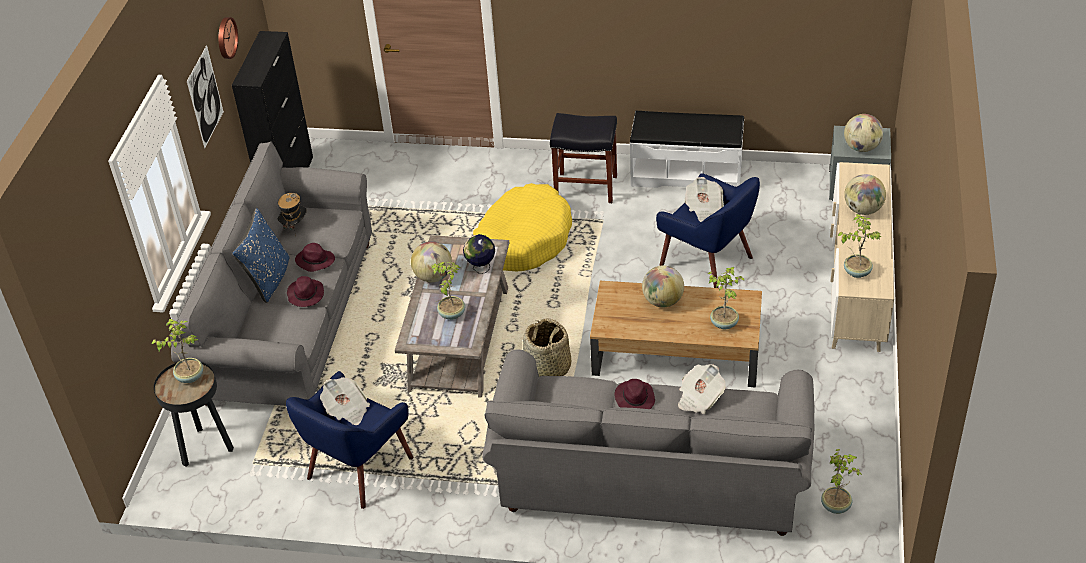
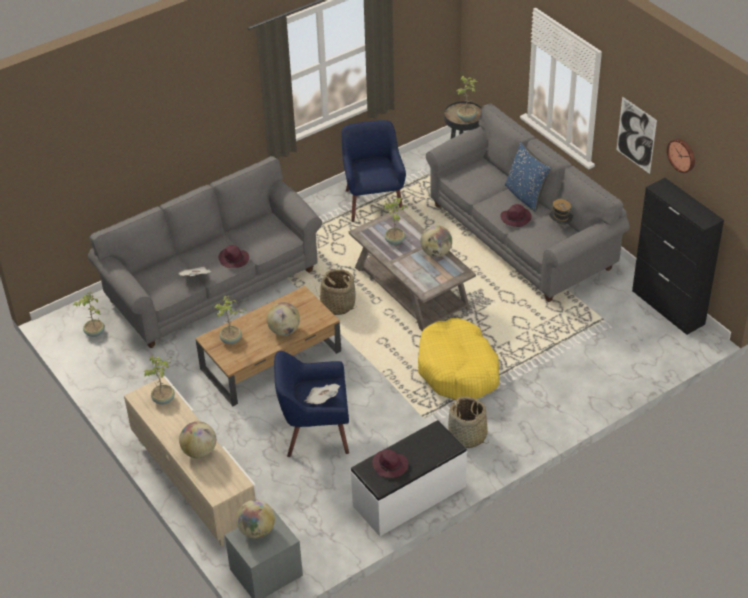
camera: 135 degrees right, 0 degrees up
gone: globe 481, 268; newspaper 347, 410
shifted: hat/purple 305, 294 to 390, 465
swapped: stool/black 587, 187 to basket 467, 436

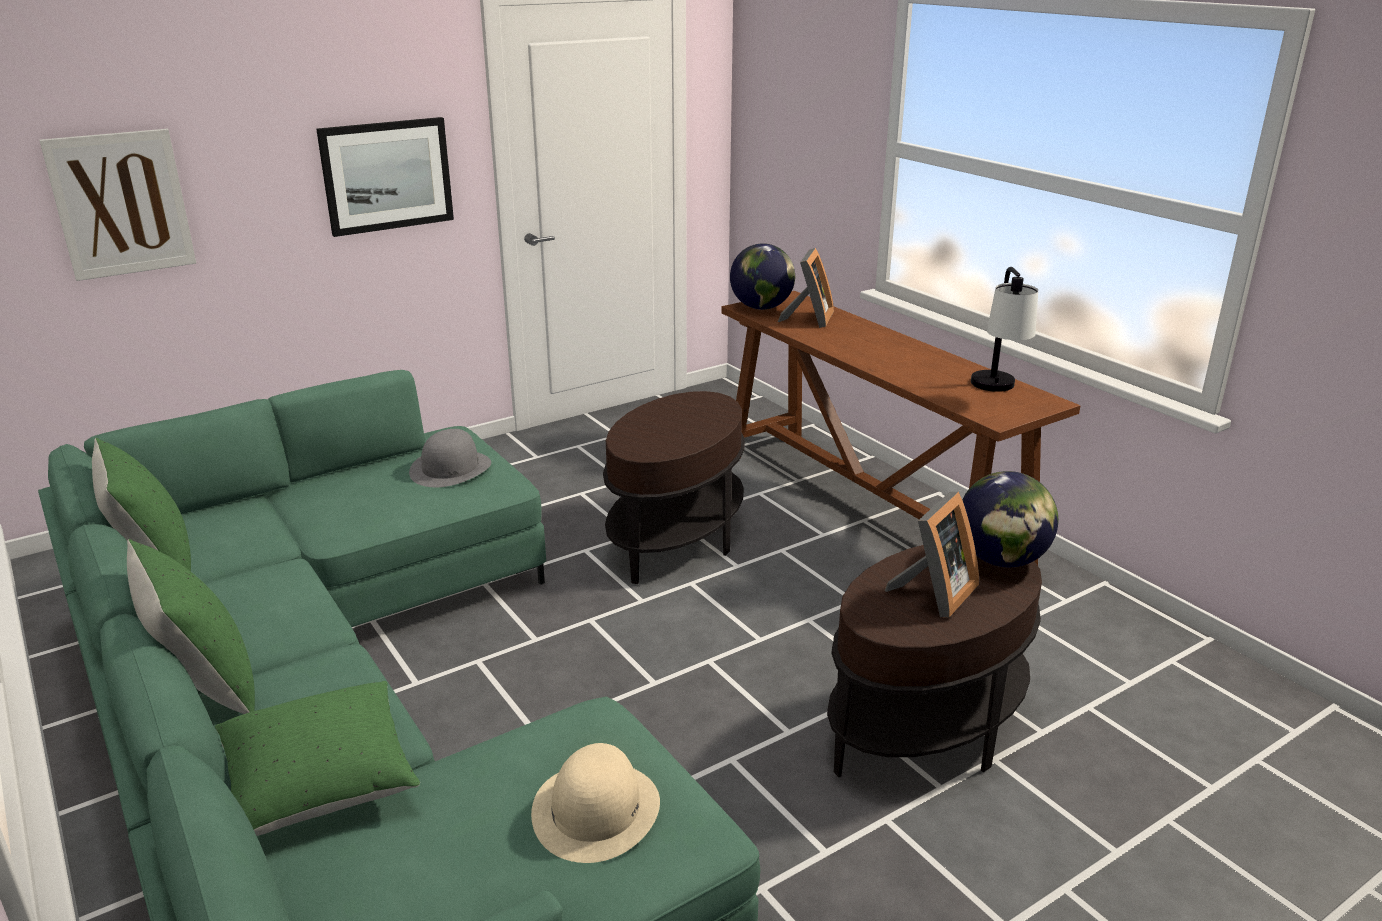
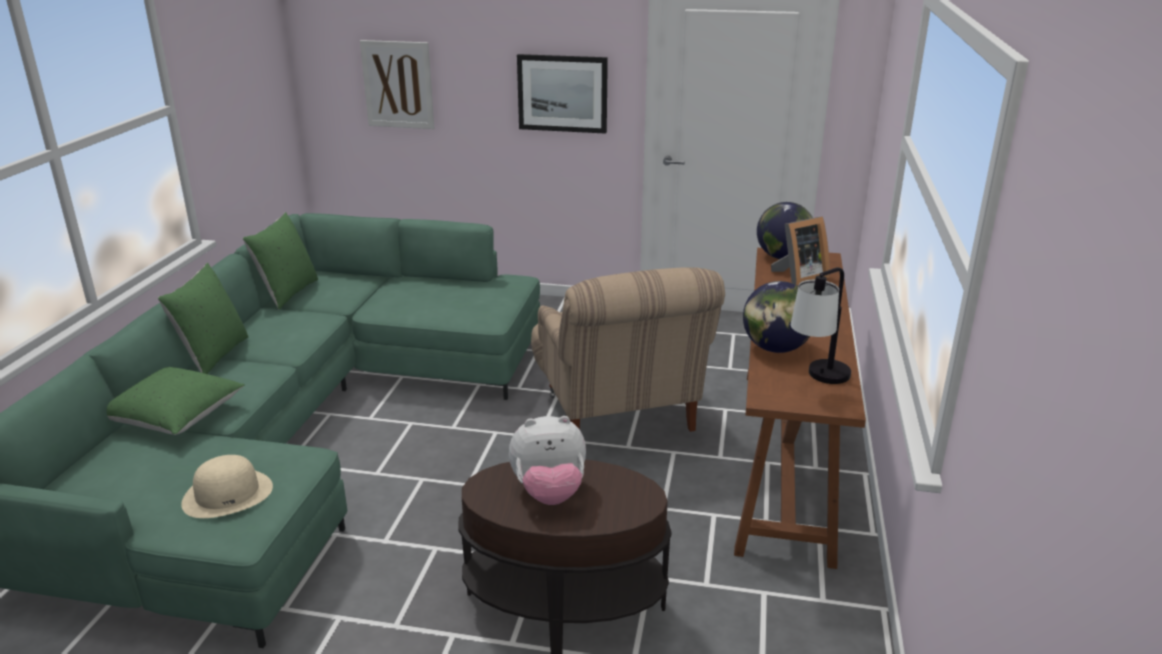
camera: 45 degrees right, 0 degrees up
gone: hat/grey 450, 468
shifted: globe 1001, 560 to 775, 348
swapped: side table/brown 677, 540 to armchair/beige 619, 412; picture frame 934, 594 to plush toy 549, 493

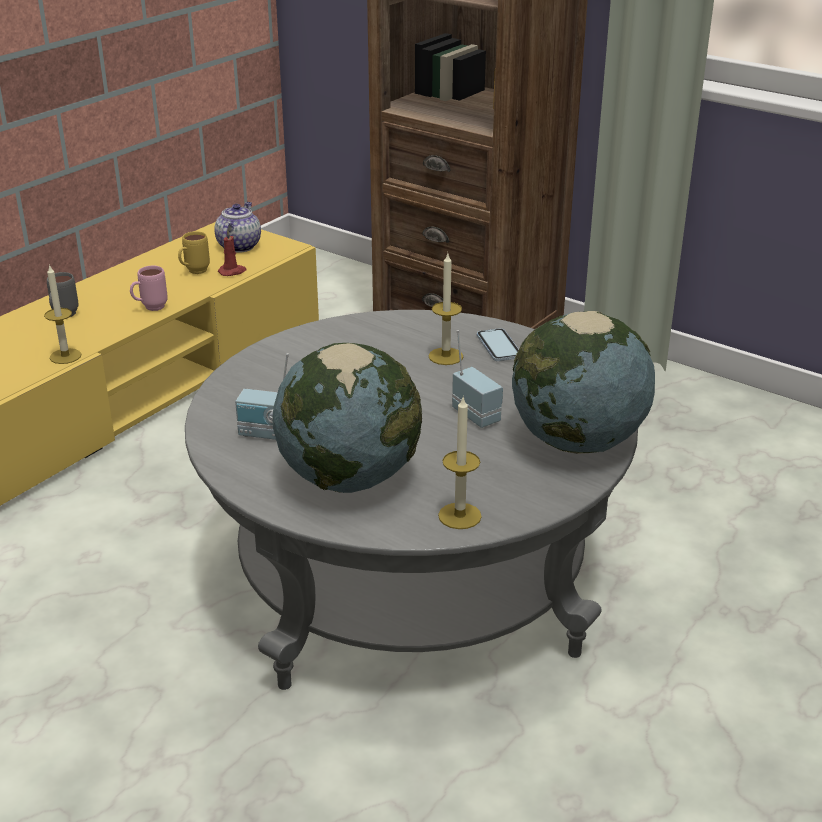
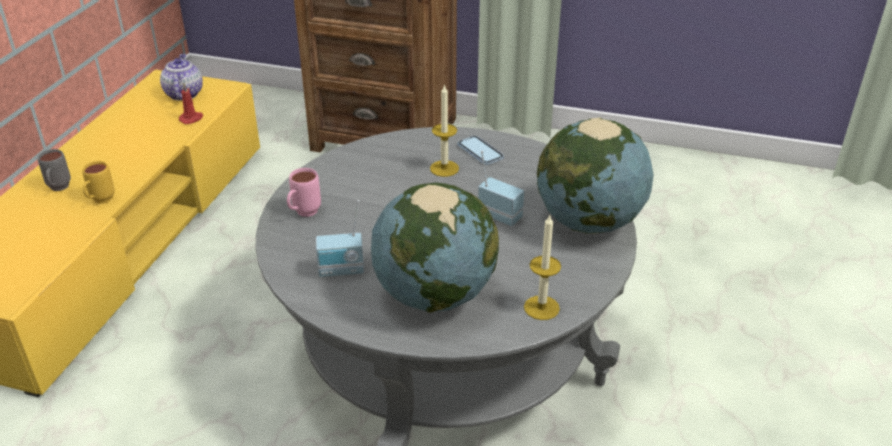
camera: 20 degrees left, 5 degrees up
gone: candle 65, 356
shifted: mug/yellow 194, 272 to 100, 201; mug/pink 150, 308 to 303, 214

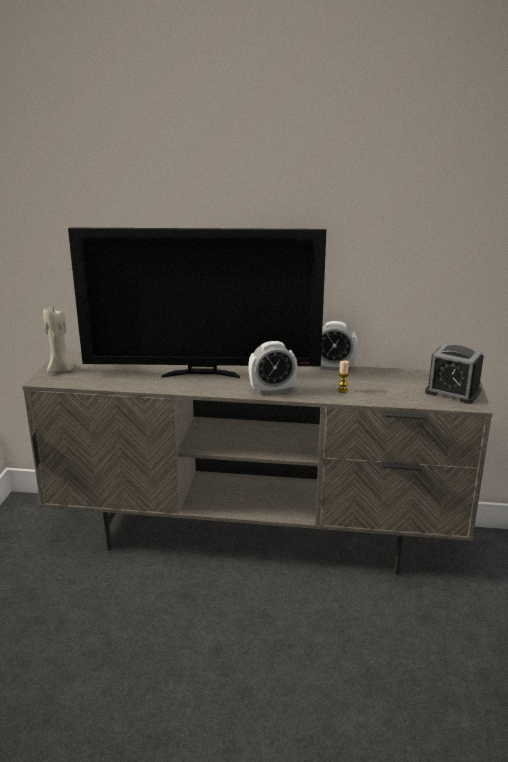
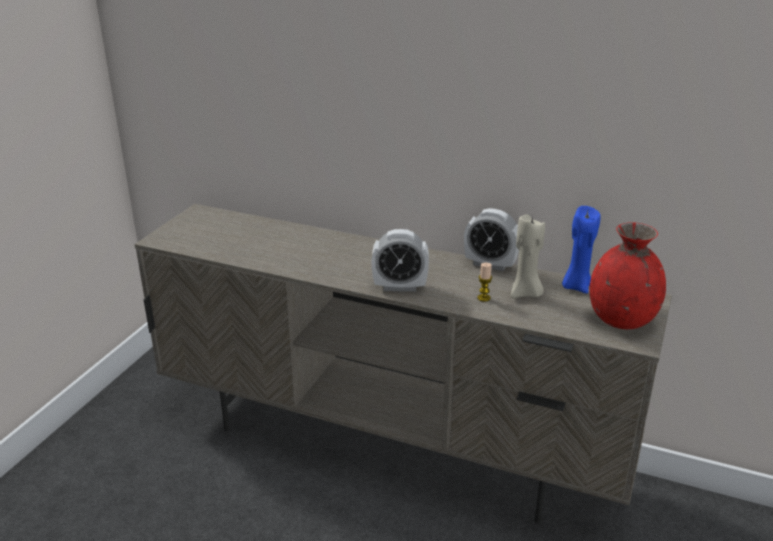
camera: 15 degrees right, 5 degrees up
gone: television 202, 374
new: candle/blue 576, 286
shifted: candle/beige 61, 370 to 525, 293
swapped: alarm clock 452, 392 to vase/red 622, 320

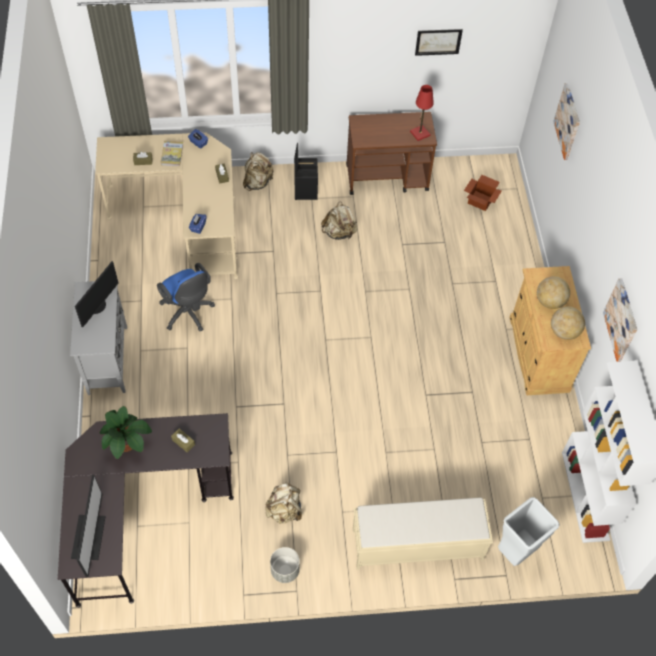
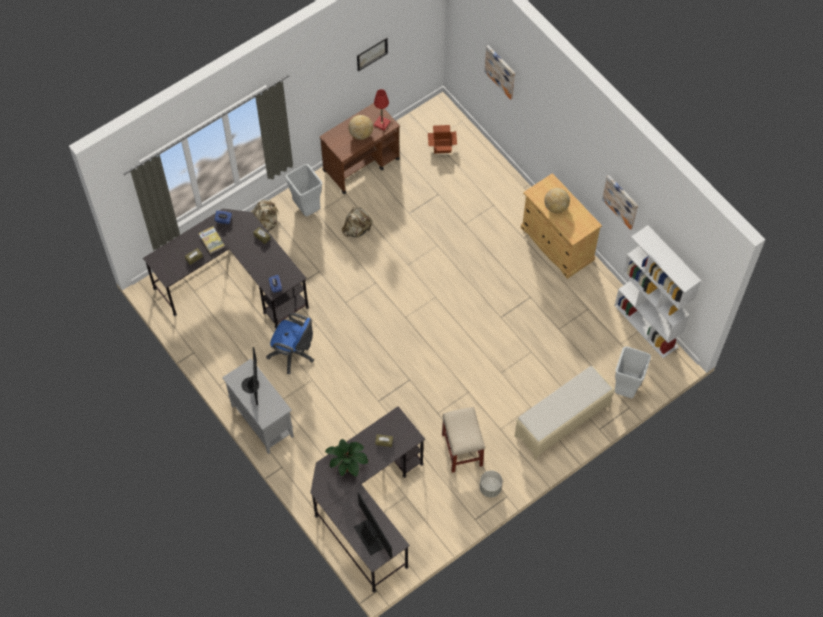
camera: 30 degrees left, 5 degrees up
shifted: globe 564, 332 to 361, 134
swapped: storage box/black 305, 189 to trash can/grey 306, 208; backpack/beige 284, 510 to stool/beige 462, 450
repainted: desk/beige 185, 218 to desk/black 234, 282

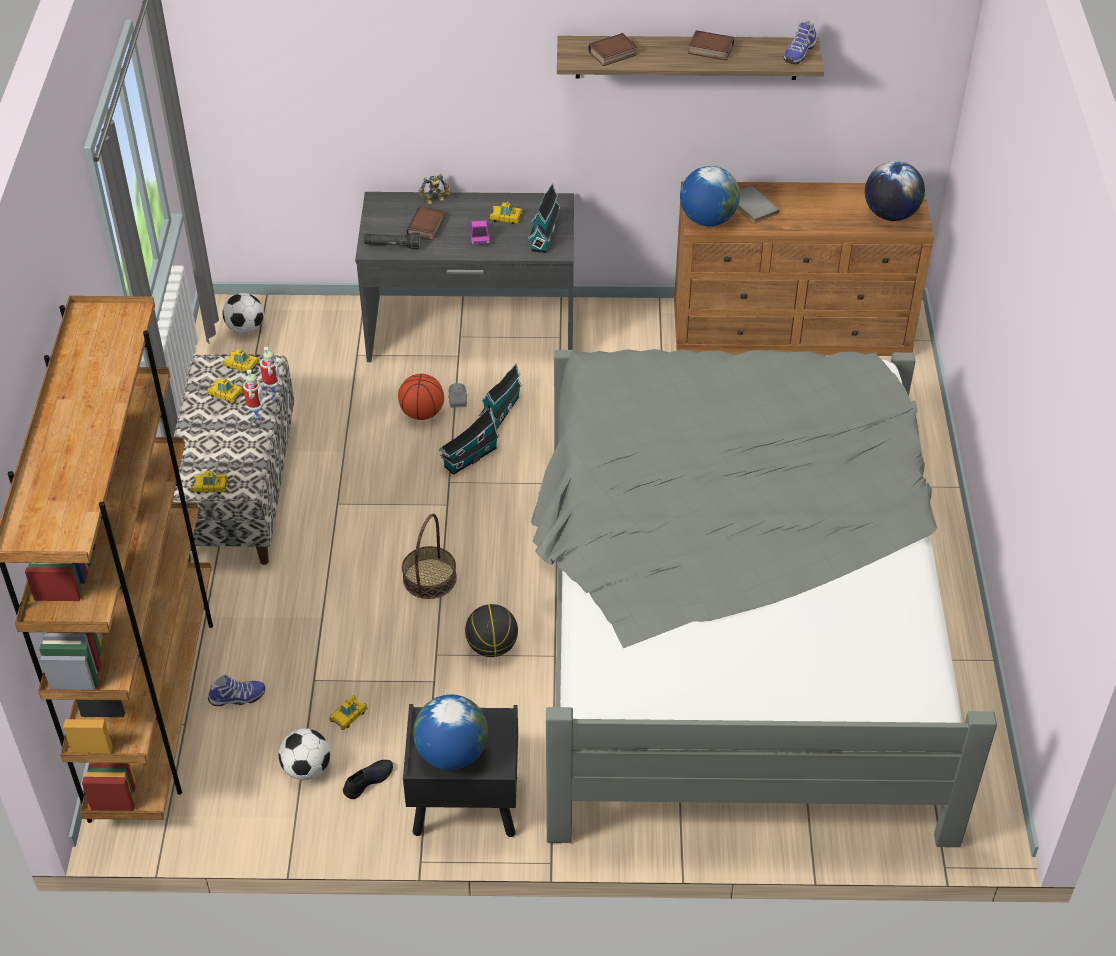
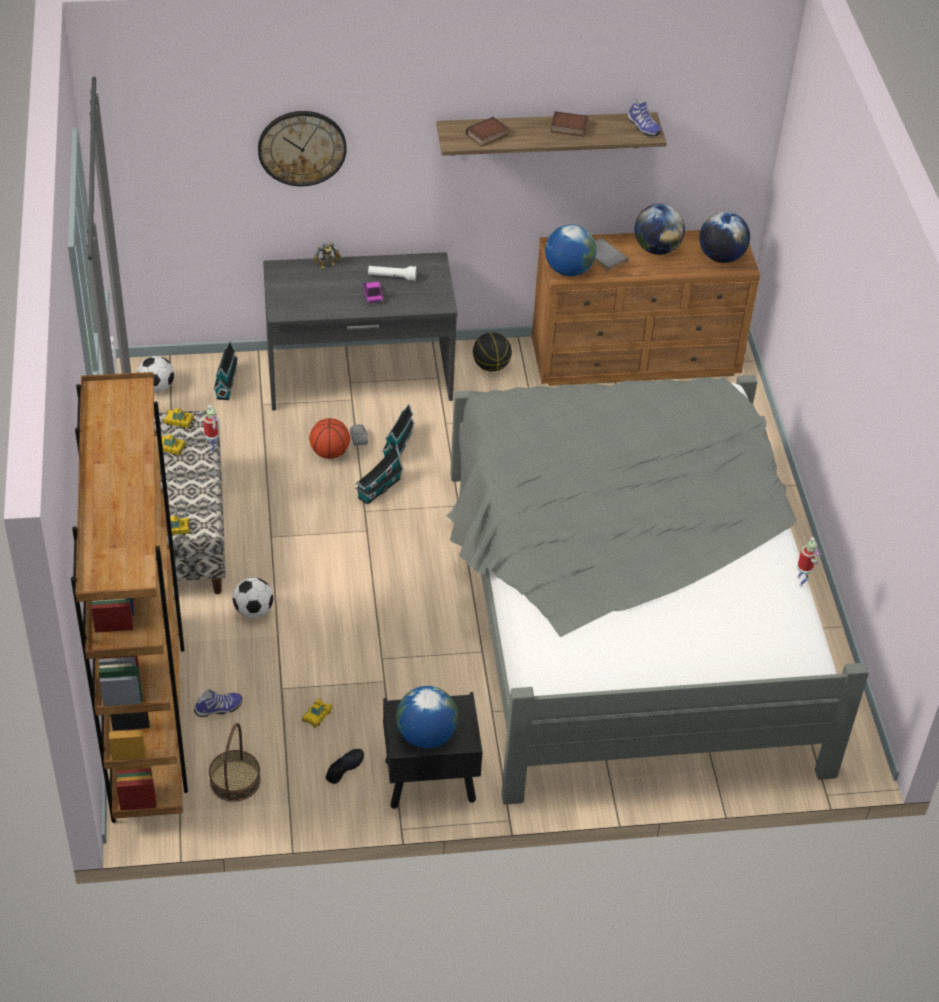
camera: 10 degrees left, 0 degrees up
gone: book 427, 227; flashlight/black 392, 246
new: wall clock 302, 147; globe 656, 249
shifted: toy house 545, 233 to 226, 382; toy robot 257, 420 to 802, 581; basket 429, 578 to 235, 780; basketball 492, 646 to 491, 366; football 307, 768 to 254, 610
swapped: toy car 506, 217 to flashlight/white 392, 277
rotated: shoe 798, 53 = 642, 127 60 degrees counterclockwise

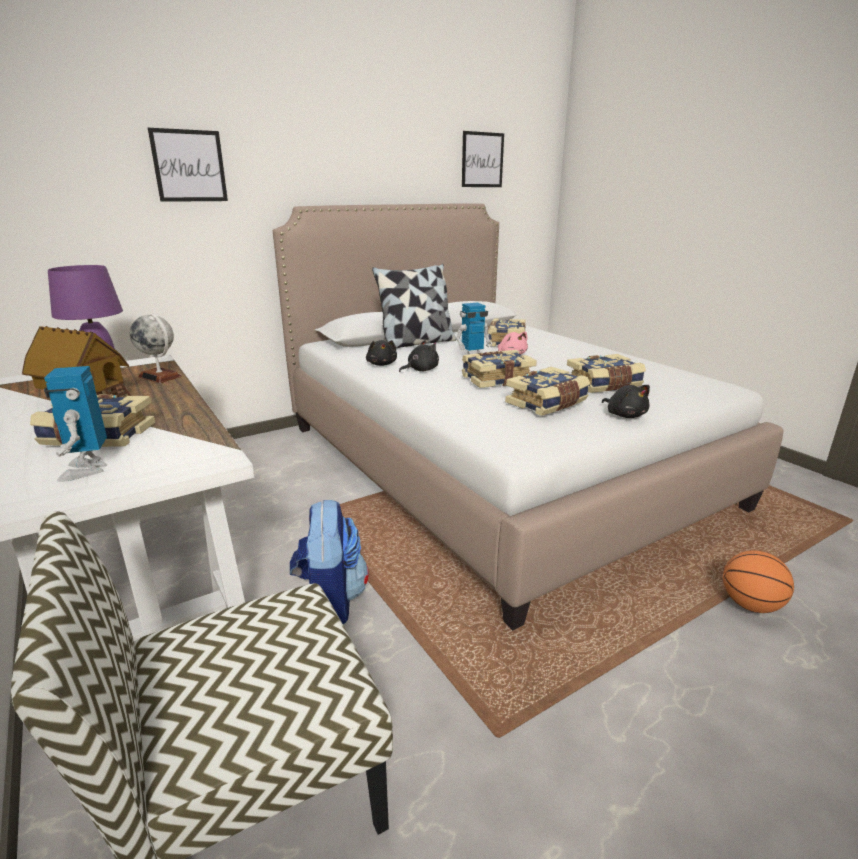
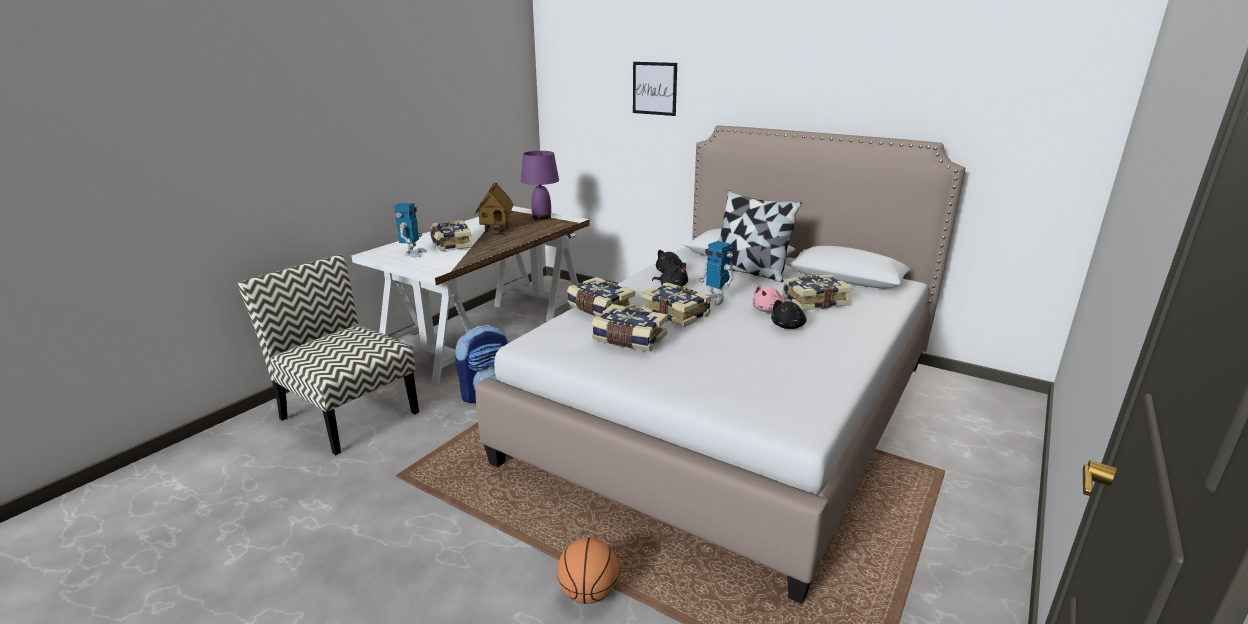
camera: 65 degrees right, 0 degrees up
gone: picture 482, 160; globe 160, 376
shifted: book 604, 385 to 599, 309; plush toy/black 625, 415 to 788, 326
rotated: toy robot 87, 470 = 413, 254 135 degrees clockwise

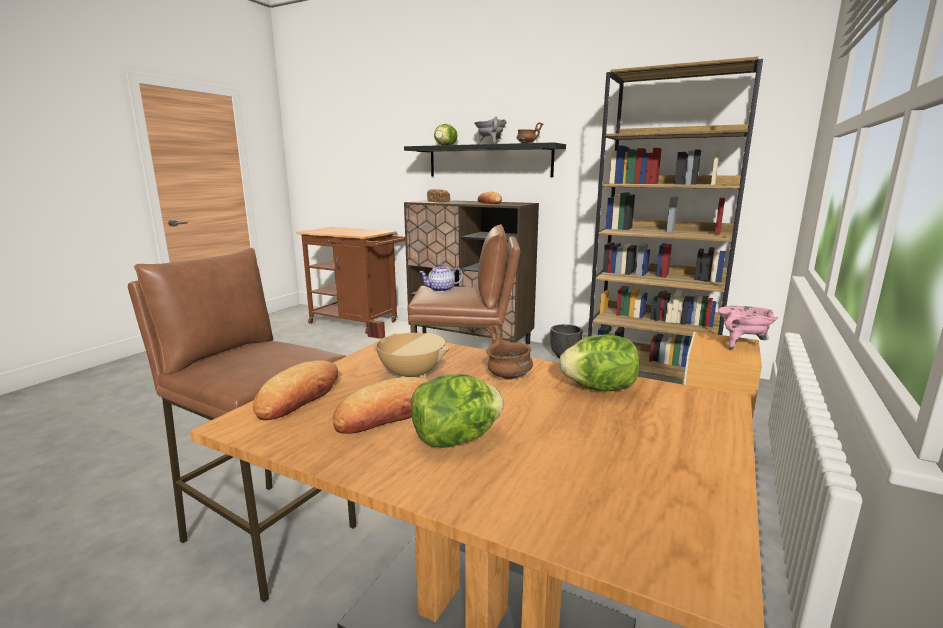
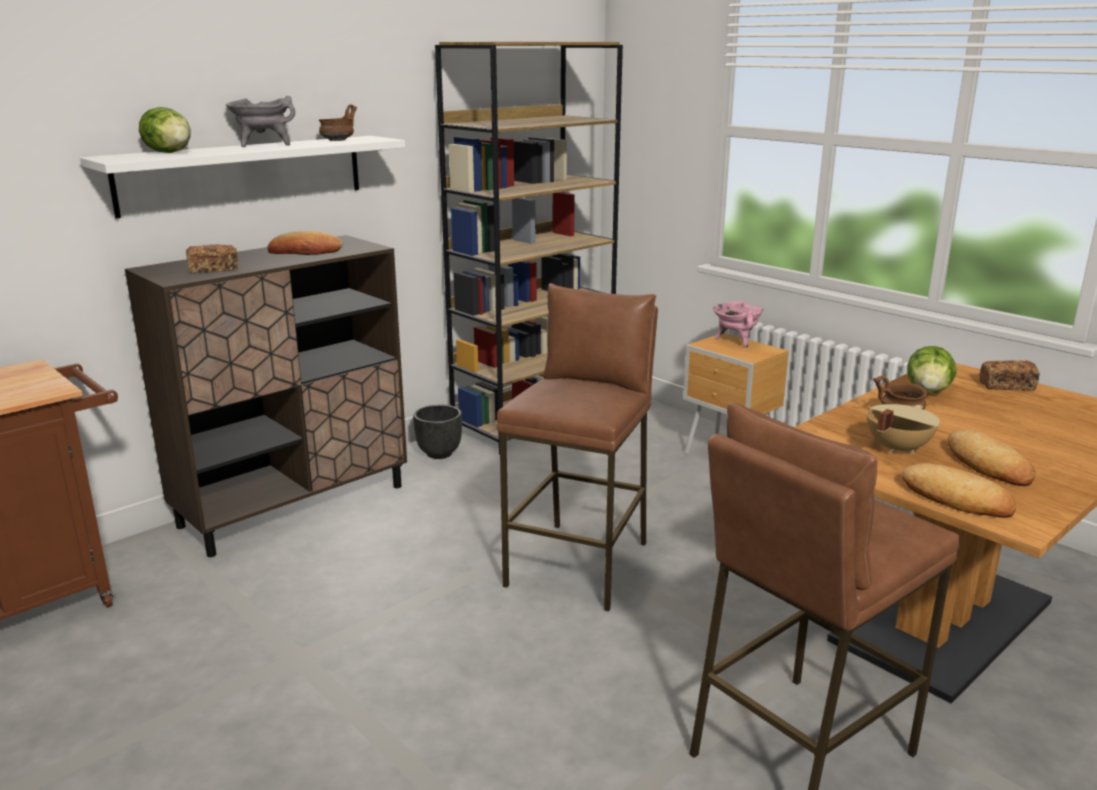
camera: 70 degrees left, 5 degrees up
gone: teapot 441, 290; lettuce 456, 439
new: bread 1006, 386
repainted: shelf/black 489, 161 to shelf/white 244, 174

